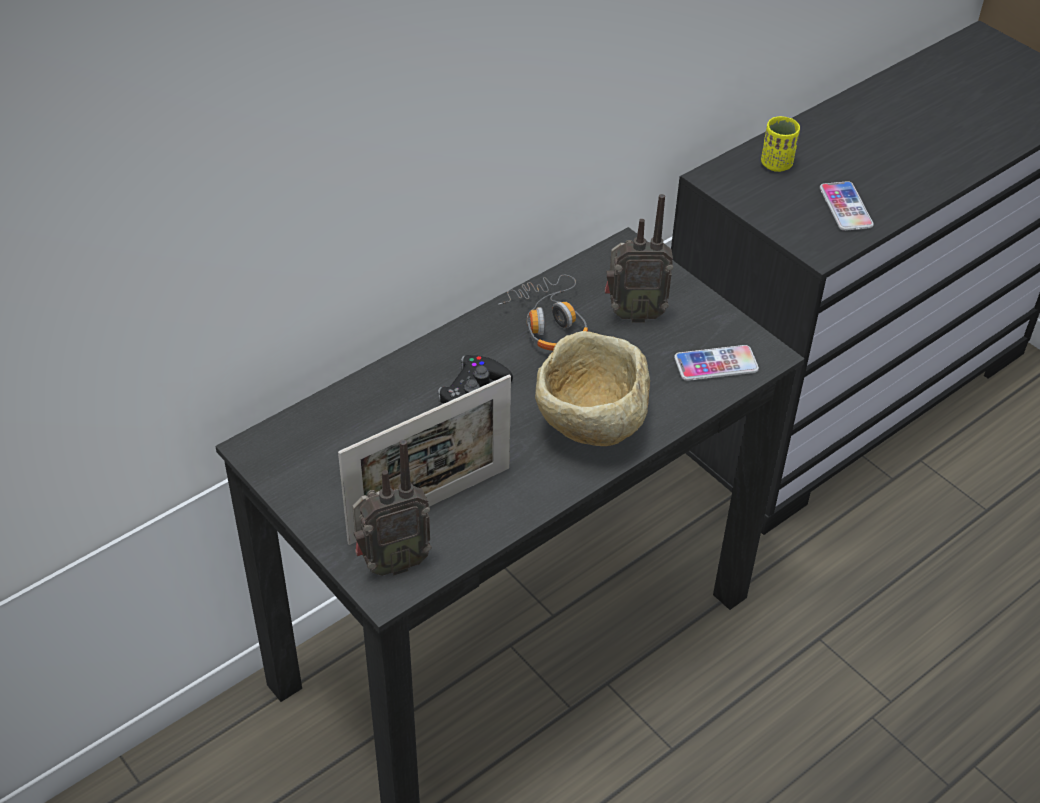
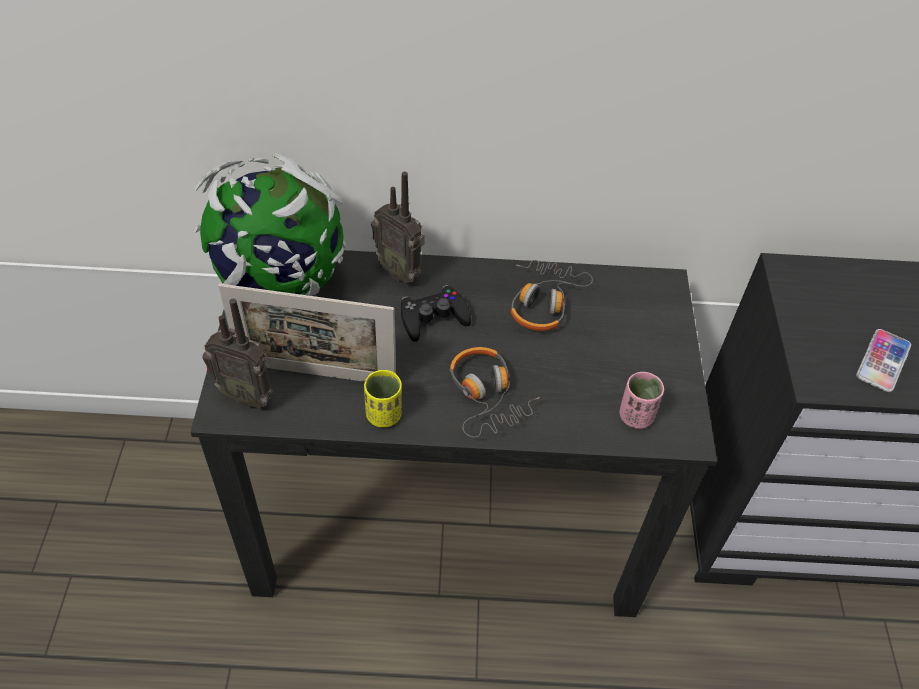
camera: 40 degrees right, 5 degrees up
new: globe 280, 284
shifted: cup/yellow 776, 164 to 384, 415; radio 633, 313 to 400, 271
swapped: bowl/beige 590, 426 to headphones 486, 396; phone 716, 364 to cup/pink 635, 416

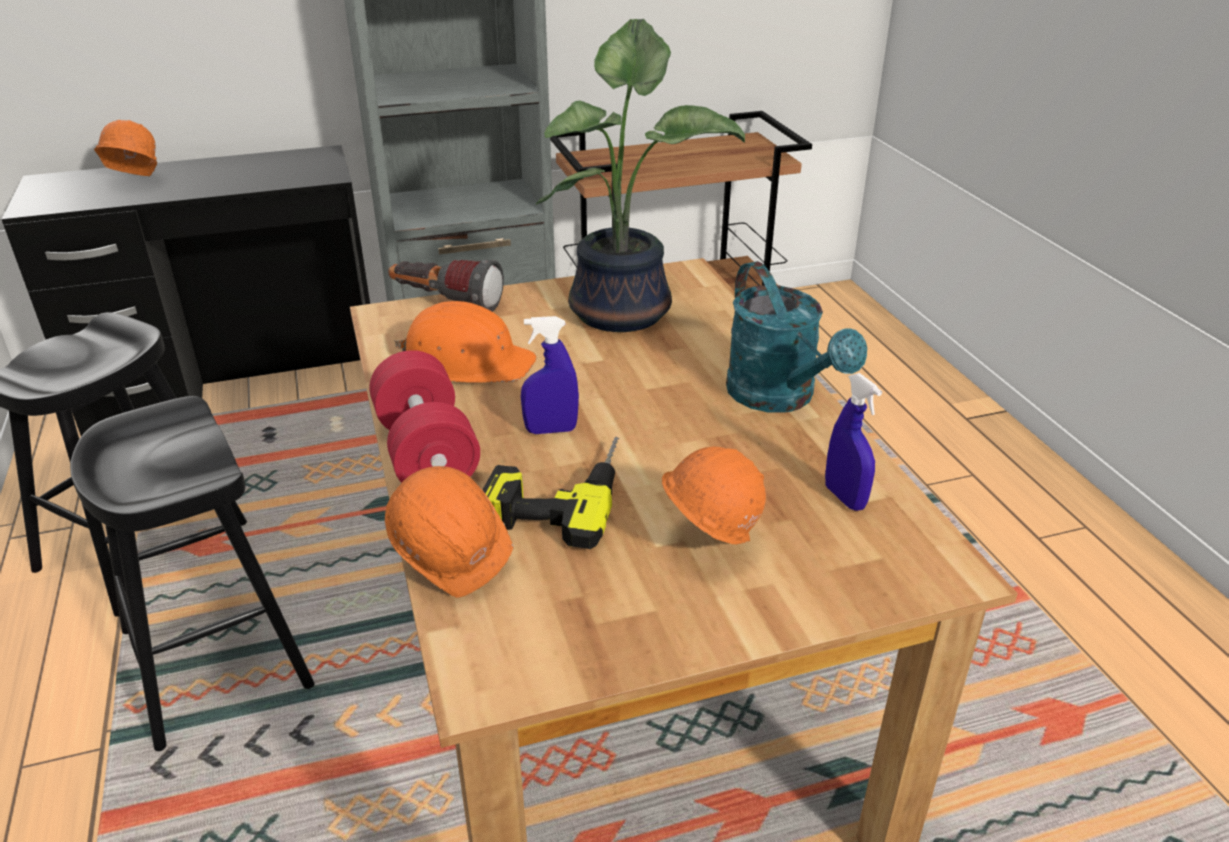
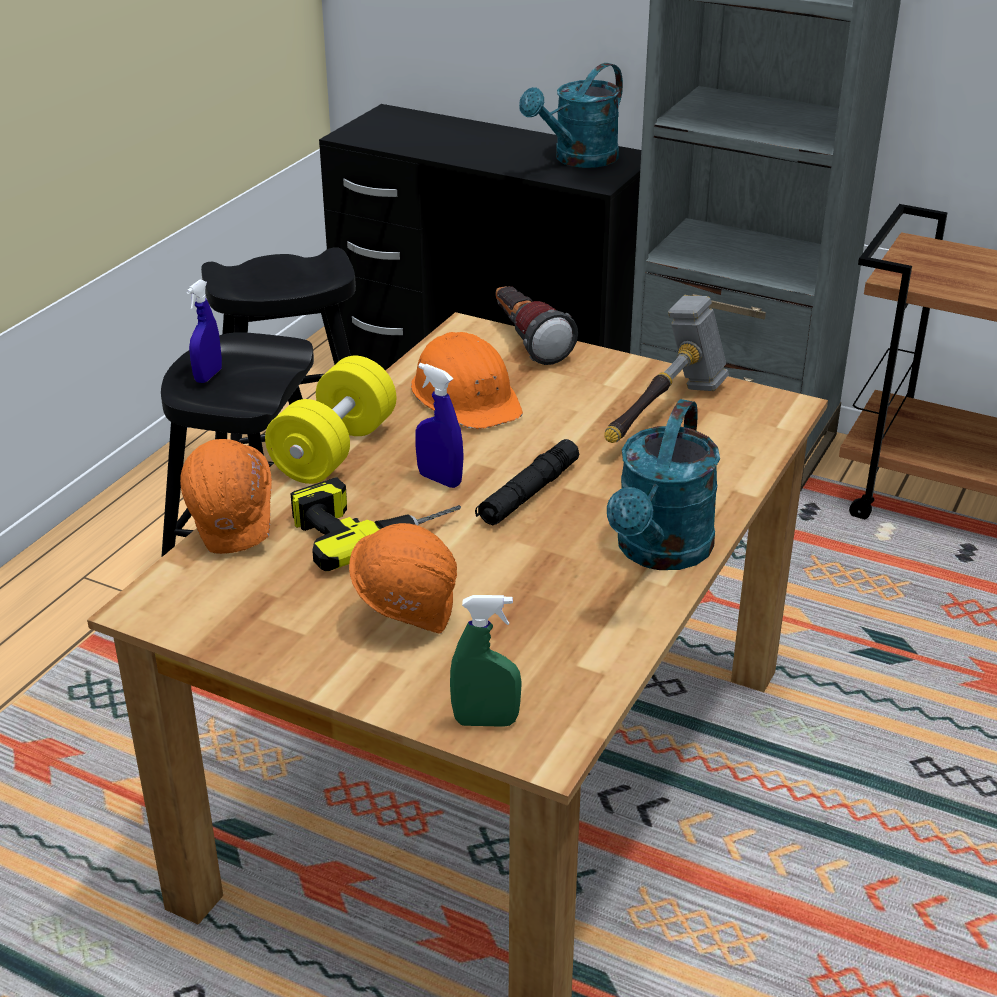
camera: 45 degrees right, 0 degrees up
gone: hard hat/orange 133, 184
new: watering can/turquoise 578, 160; flashlight/black 528, 493; spray bottle/green 485, 721
shifted: spray bottle/blue 845, 498 to 208, 376
swapped: potted plant 625, 310 to hammer 663, 415
repainted: dumbbell/red 426, 453 to dumbbell/yellow 334, 450

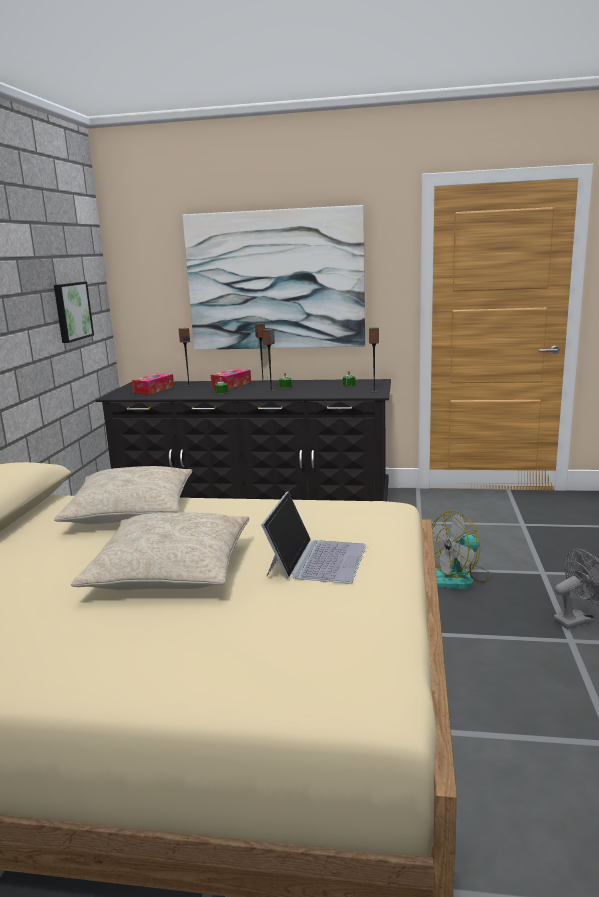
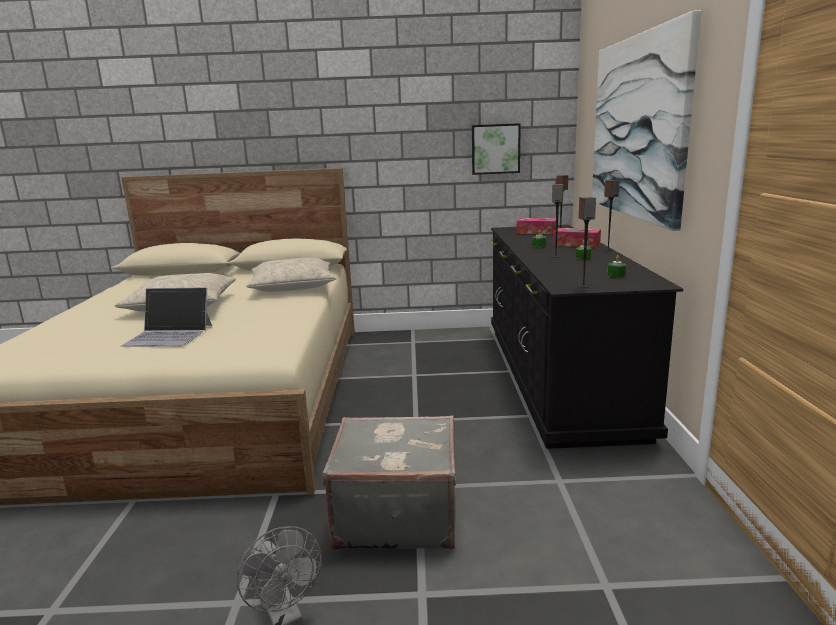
camera: 80 degrees right, 0 degrees up
swapped: fan 459, 578 to suitcase/grey 396, 514

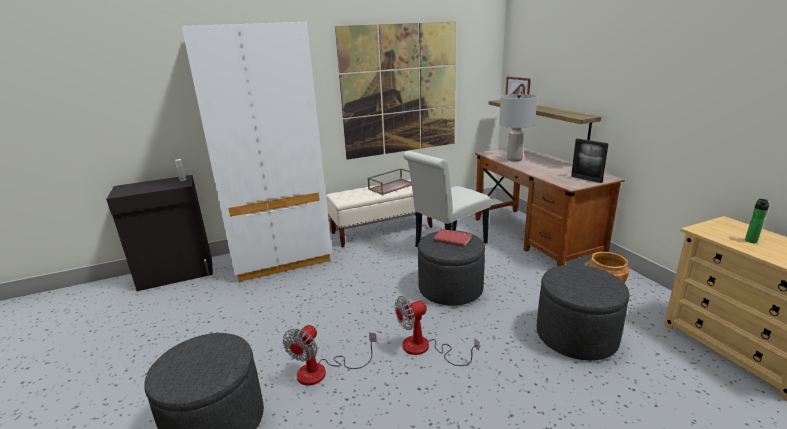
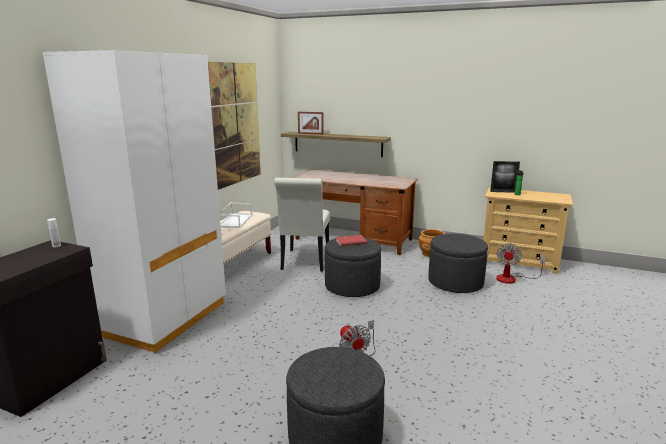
camera: 45 degrees left, 5 degrees down
gone: table lamp/grey 514, 159
shifted: picture frame 586, 179 to 503, 192; fan 425, 348 to 512, 278
repainted: tray/brown 392, 186 to tray/white 235, 220

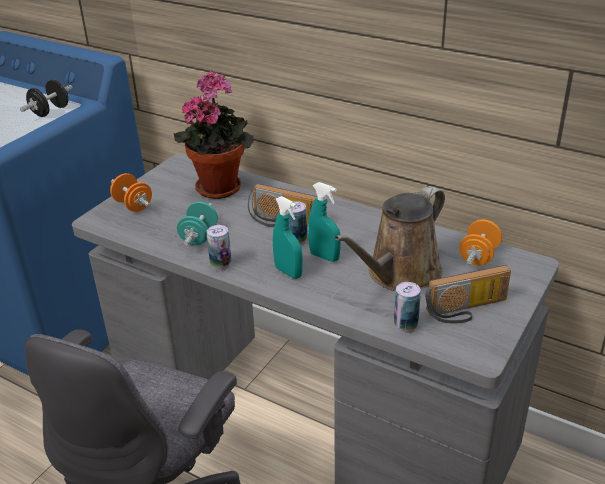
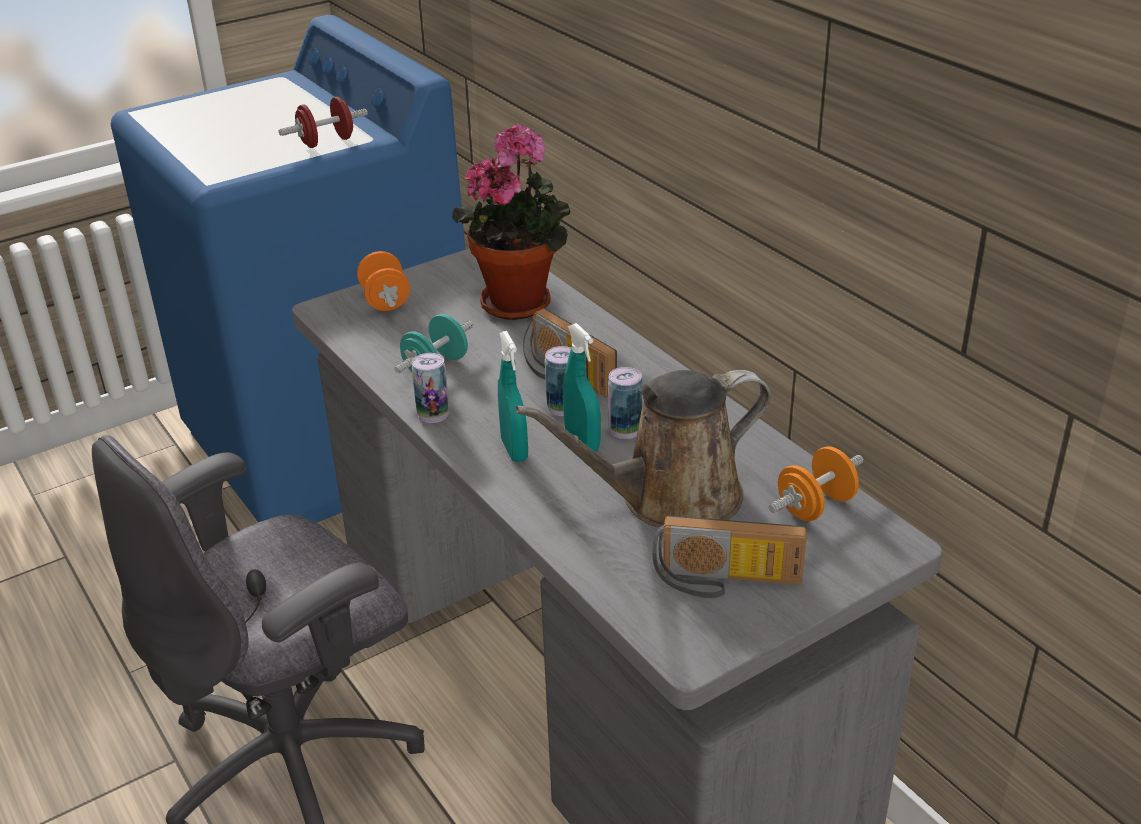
camera: 25 degrees right, 0 degrees up
shifted: can 405, 325 to 625, 429
repainted: dumbbell/black 50, 111 to dumbbell/red 326, 142

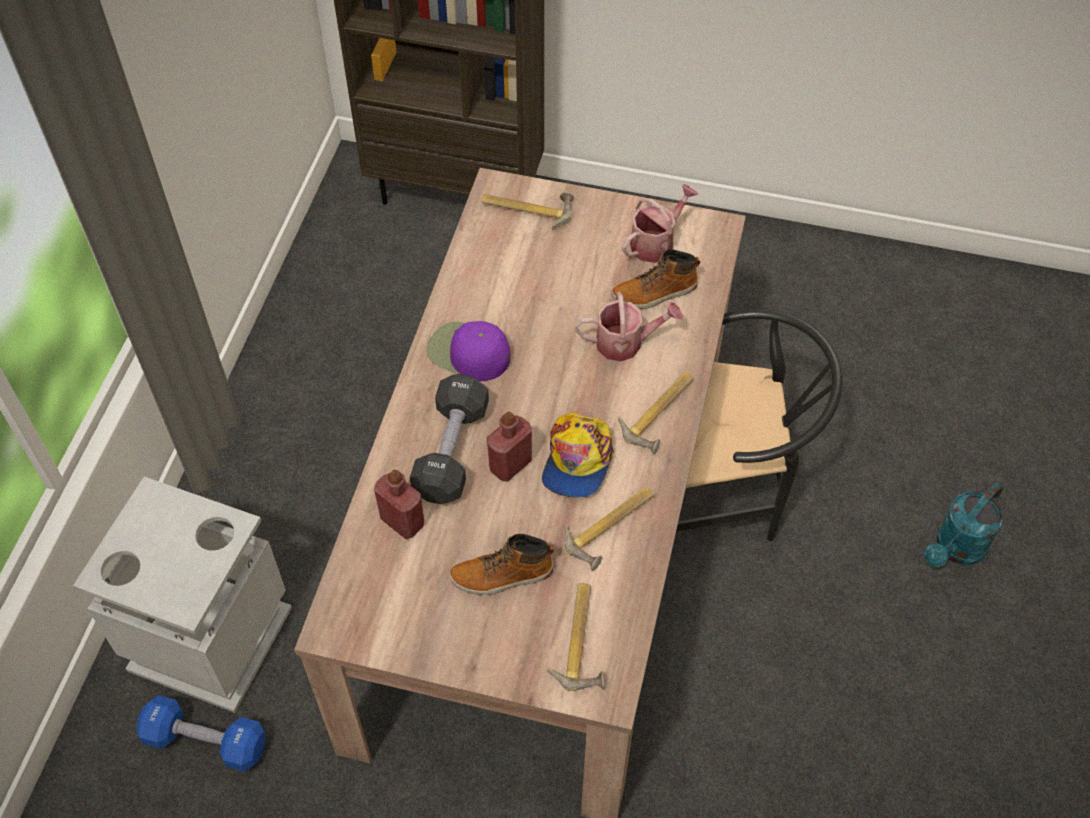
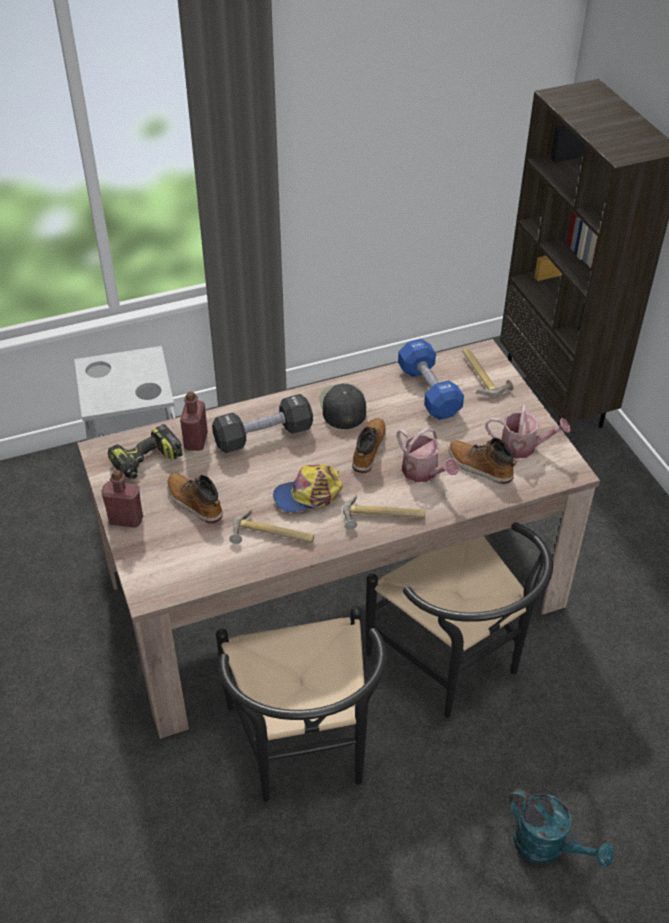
camera: 55 degrees right, 10 degrees down
gone: hammer 583, 640
new: boot 368, 449; power drill 146, 462; chair/black 304, 752
shifted: bottle/red 510, 465 to 126, 520; dumbbell/blue 206, 741 to 429, 391
repainted: cap/purple 468, 353 to cap/black 342, 406
rotated: watering can/turquoise 956, 549 = 548, 847 150 degrees counterclockwise

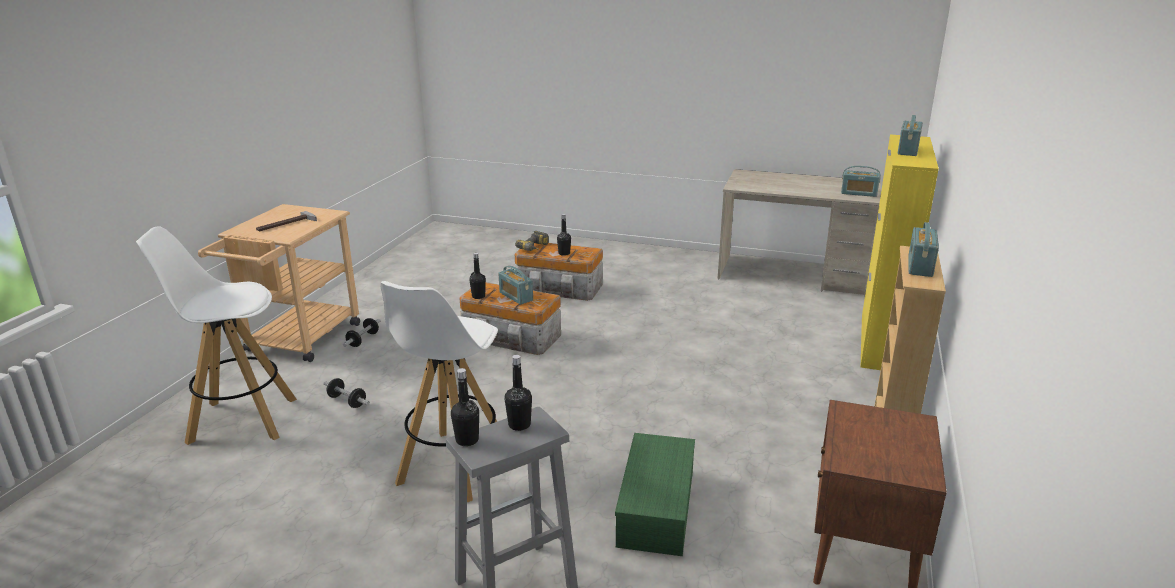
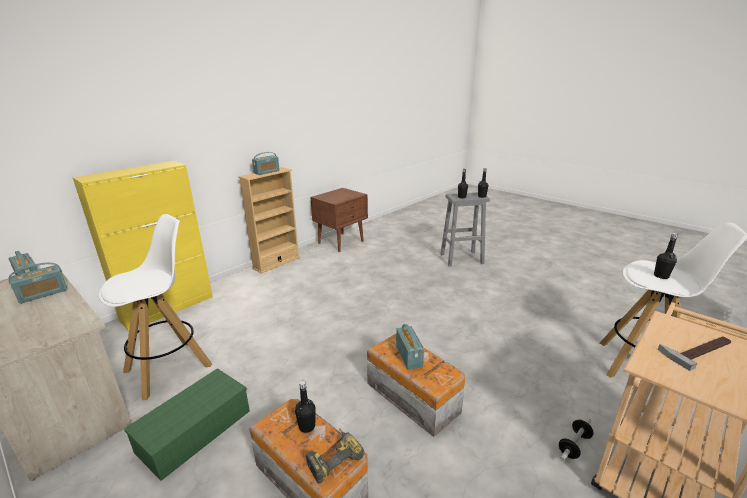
camera: 155 degrees left, 0 degrees up
gone: dumbbell 347, 401
shifted: radio 907, 150 to 43, 294; bottle/black 478, 296 to 661, 276; stool/white 453, 466 to 169, 368; storage box/green 657, 509 to 195, 429

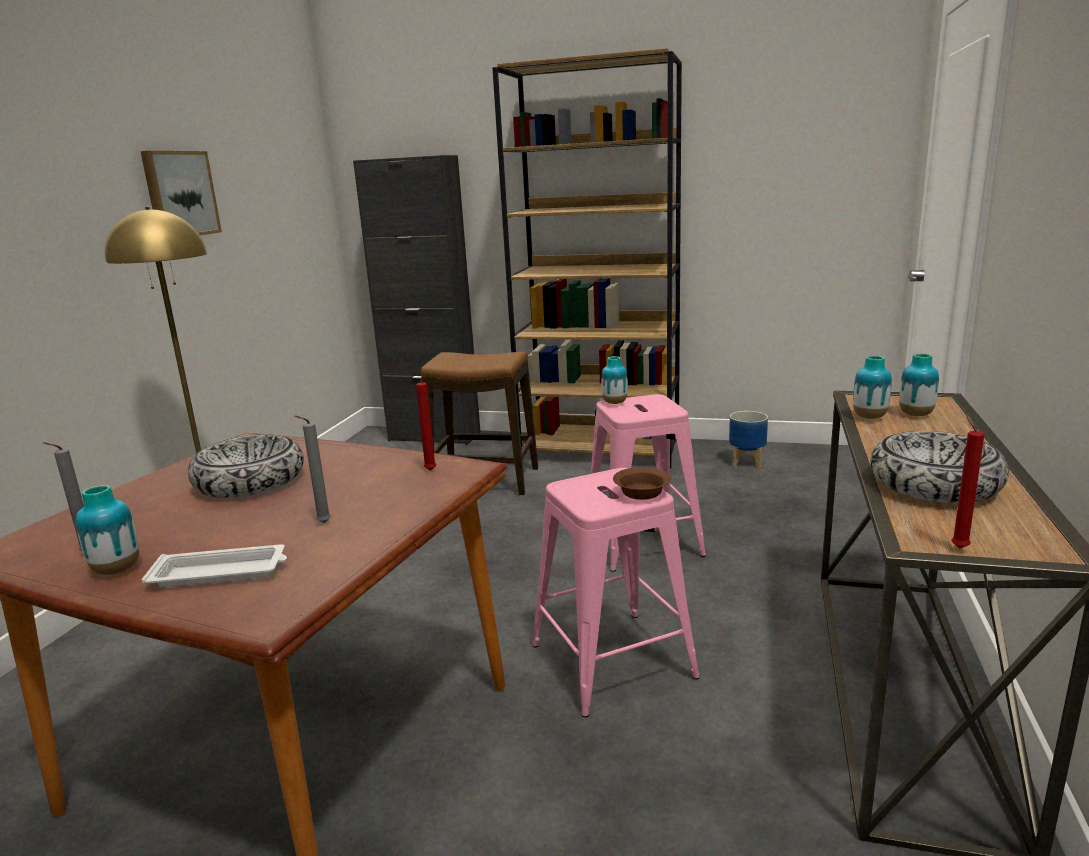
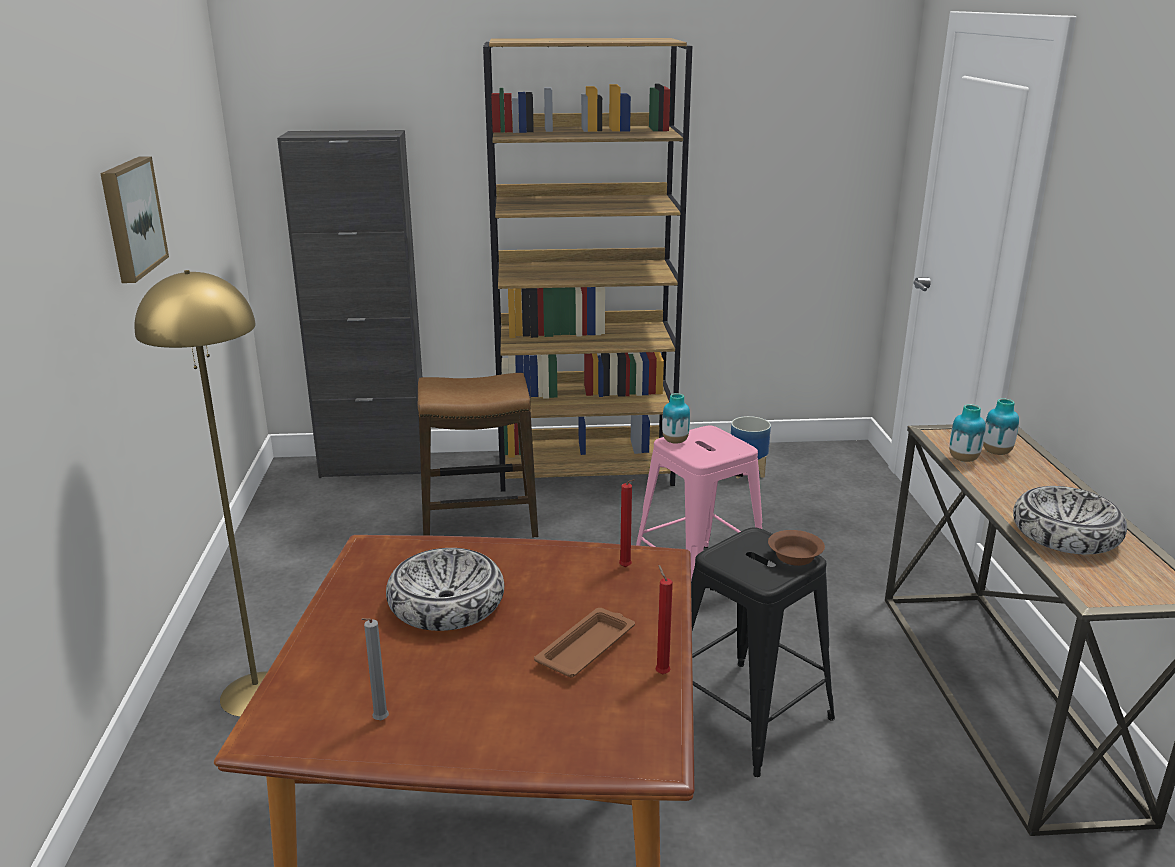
camera: 20 degrees left, 5 degrees up
gone: vase 117, 570; tray/white 221, 573
shifted: candle/red 957, 547 to 661, 672
swapped: candle/grey 322, 523 to tray/brown 587, 647
repainted: stool/pink 613, 661 to stool/black 749, 716

